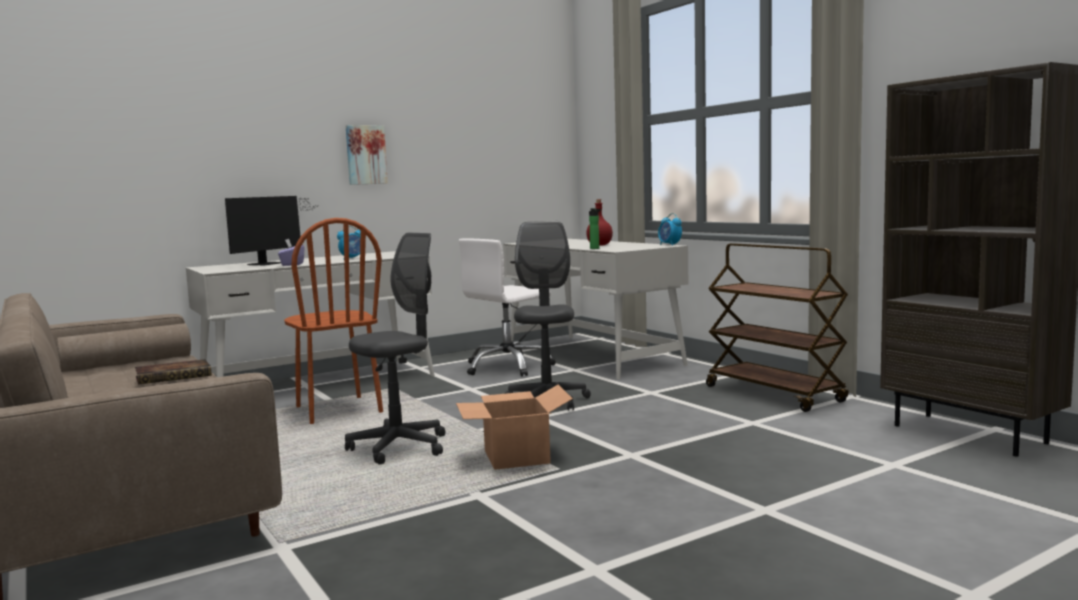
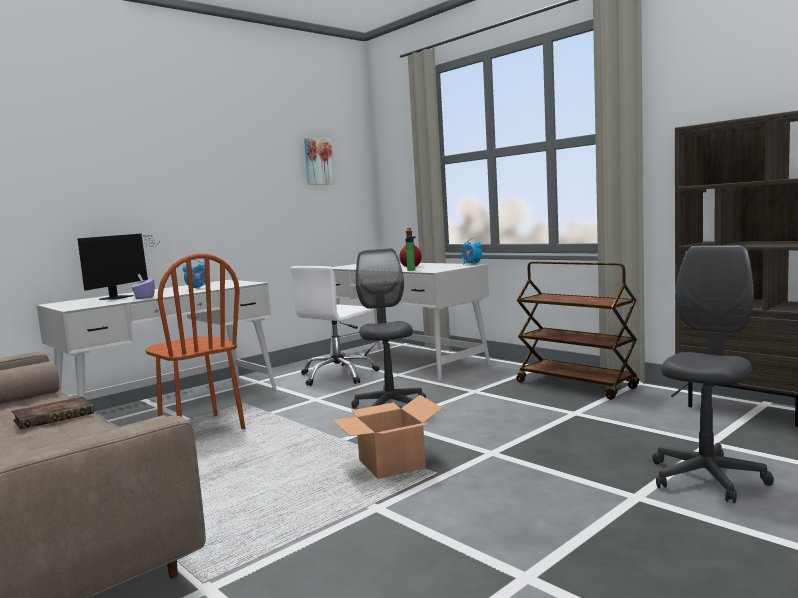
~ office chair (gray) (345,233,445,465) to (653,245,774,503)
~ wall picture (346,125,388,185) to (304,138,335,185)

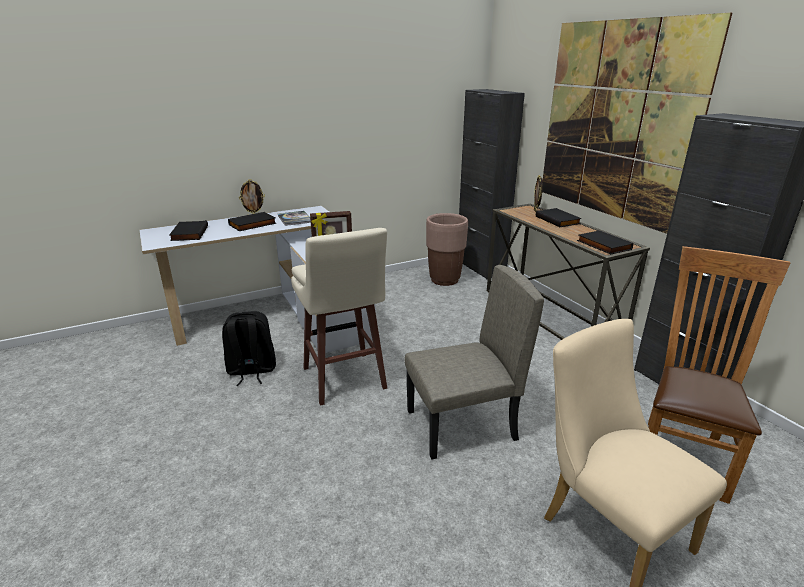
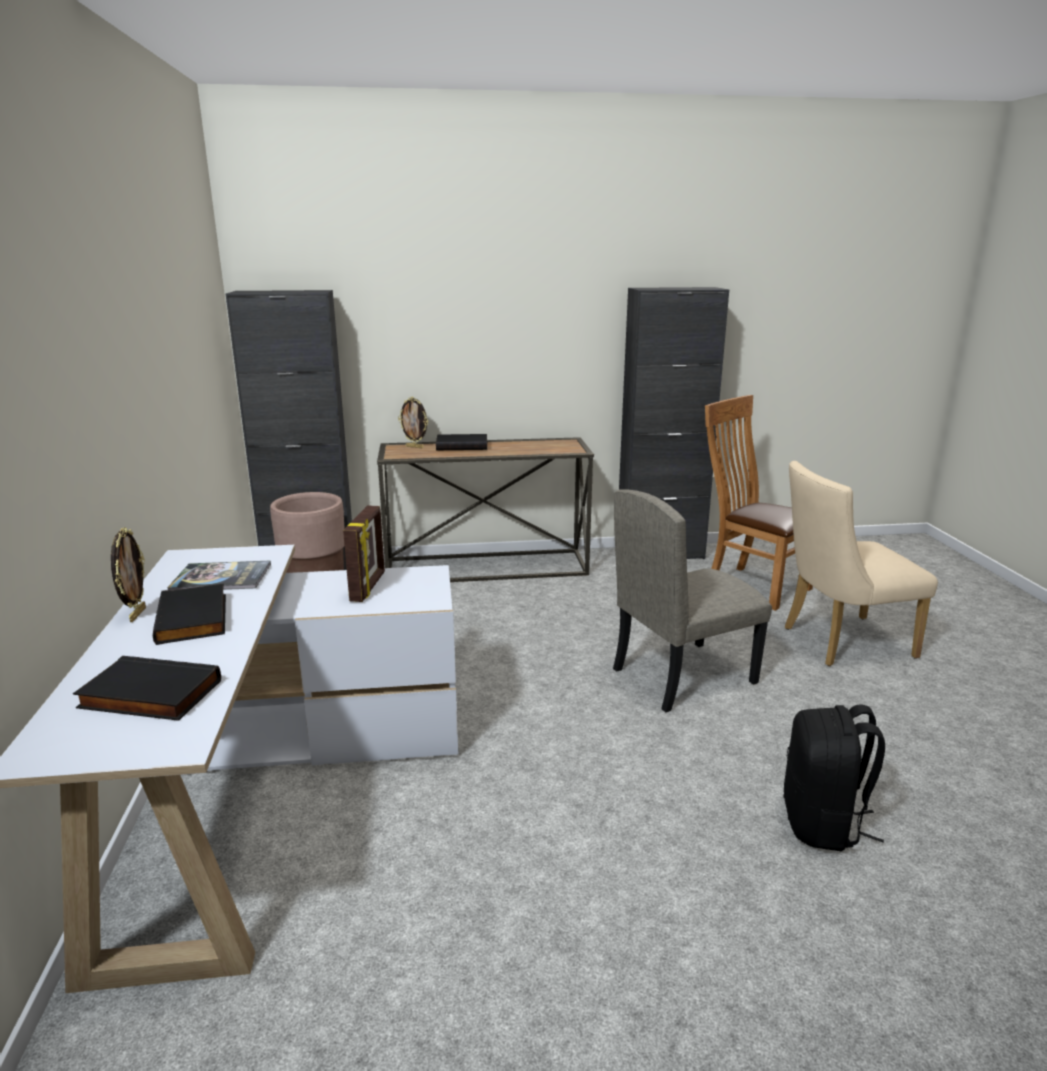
~ rucksack (black-coloured) (222,311,276,386) to (783,705,885,851)
- stool (beige-coloured) (291,228,387,406)
~ chair (beige-coloured) (405,265,544,459) = (613,489,772,712) 120 degrees counterclockwise
- wall picture (542,13,732,234)
- volume (black-coloured) (577,230,633,254)

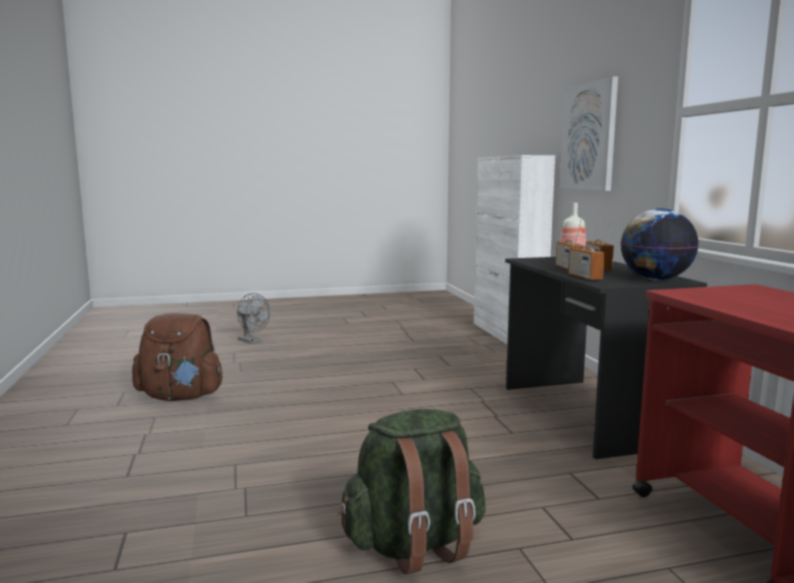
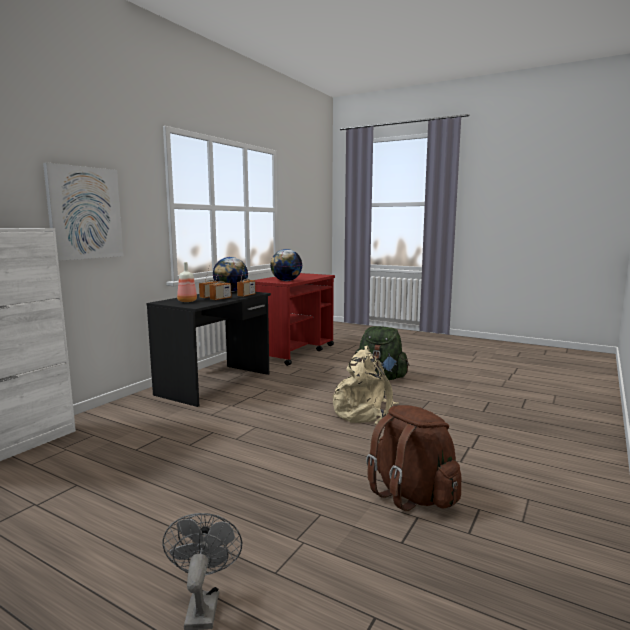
+ desk globe (270,249,302,281)
+ rucksack (beige-coloured) (332,346,398,425)

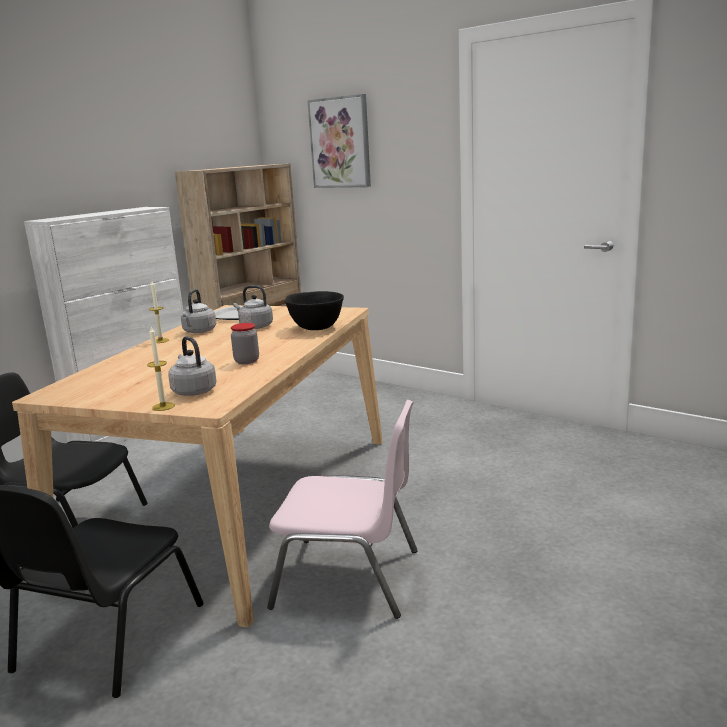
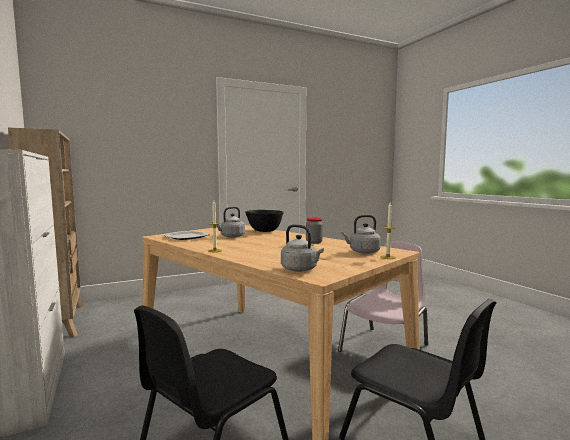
~ kettle (gray) (181,289,216,333) to (281,224,324,272)
- wall picture (308,94,371,188)

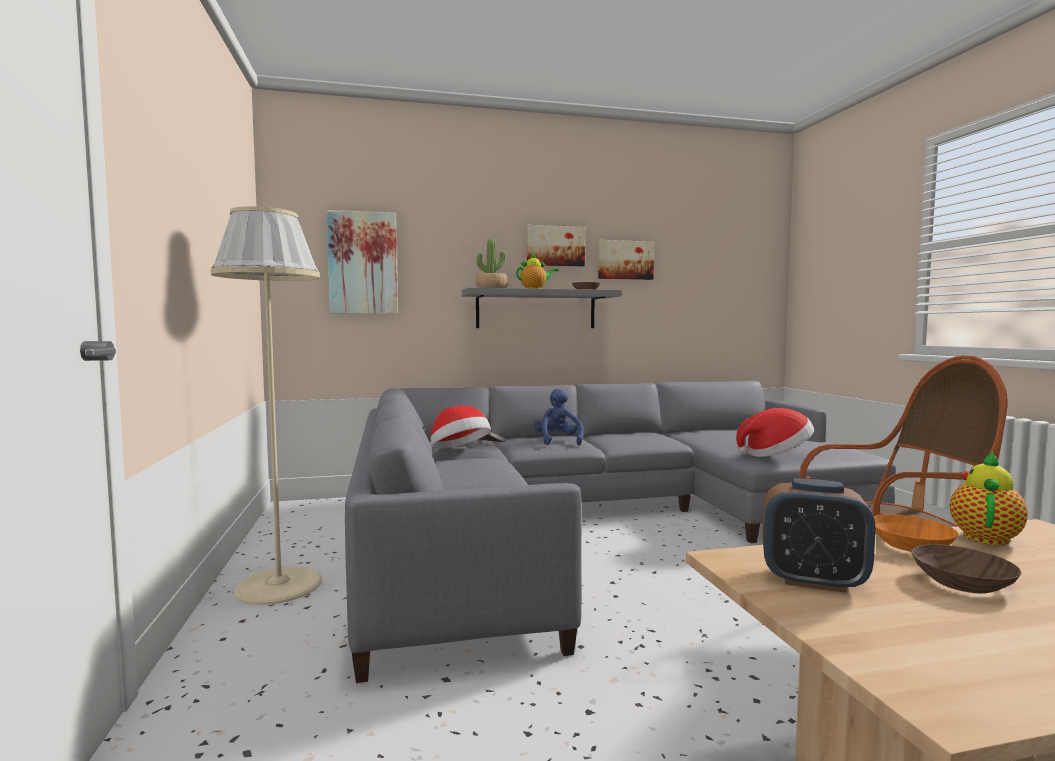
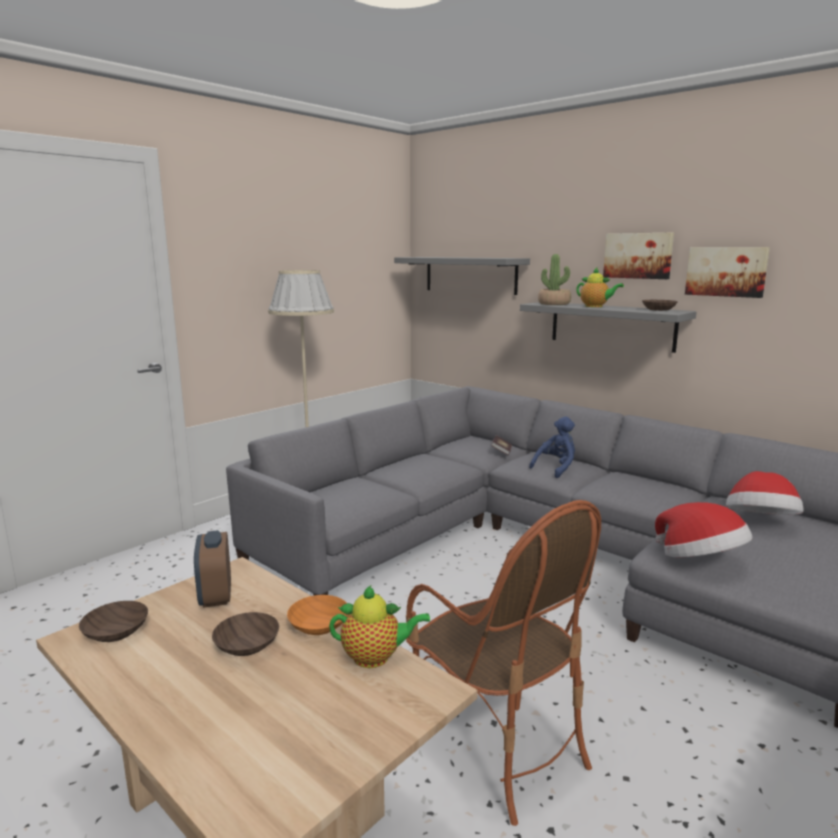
~ wall picture (327,210,398,314) to bracket shelf (gray) (394,257,530,295)
~ wearable hat (430,406,491,449) to (726,471,803,515)
+ bowl (brown) (79,601,148,642)

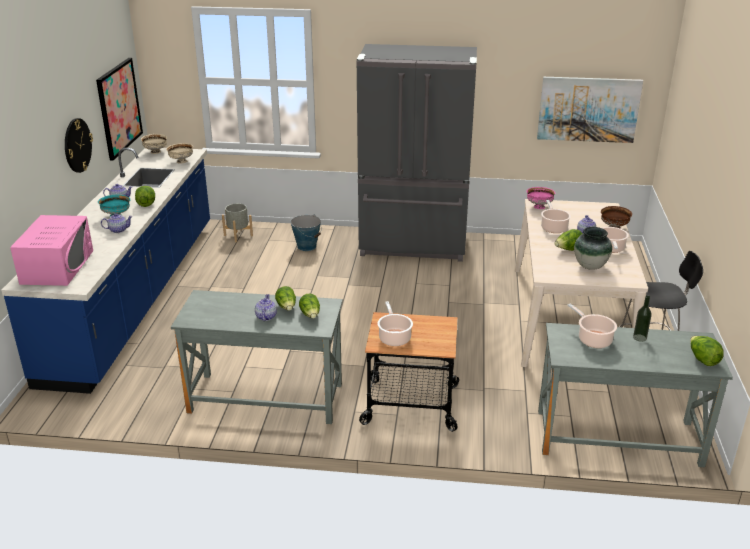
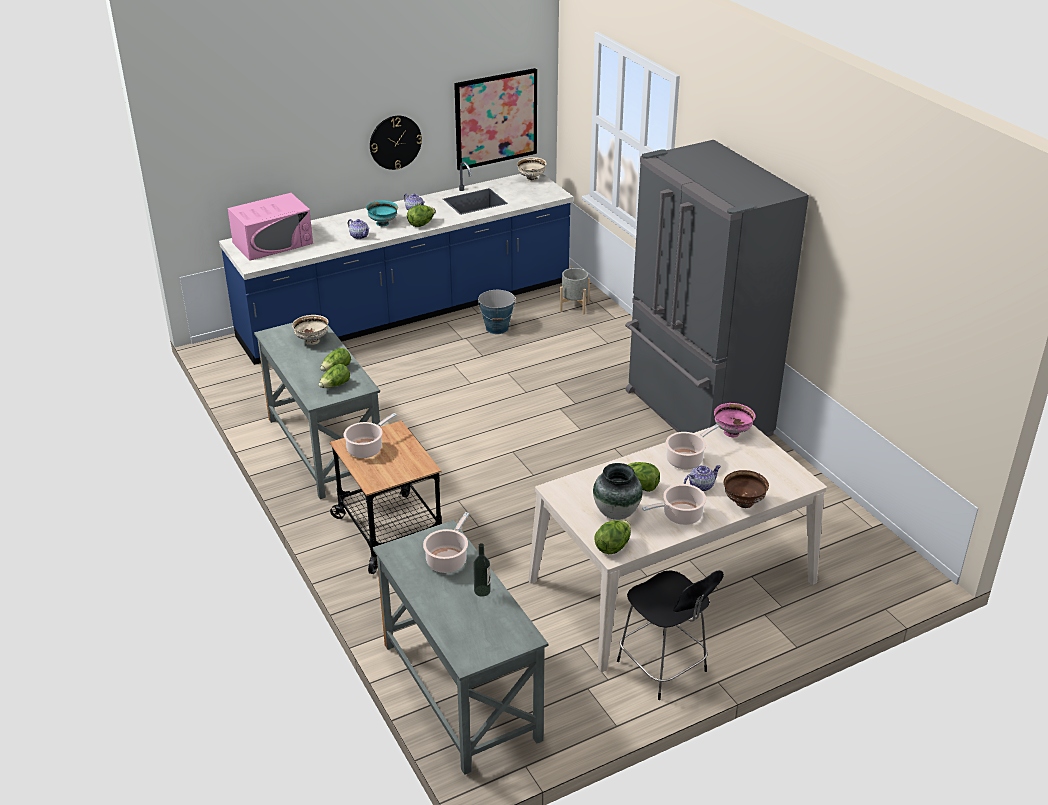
~ bowl (beige-coloured) (166,143,193,164) to (292,315,328,345)
- pot for tea (255,294,277,321)
~ water bucket (290,215,322,251) to (478,290,516,334)
- wall picture (537,77,643,143)
~ lettuce (690,336,724,366) to (595,520,631,554)

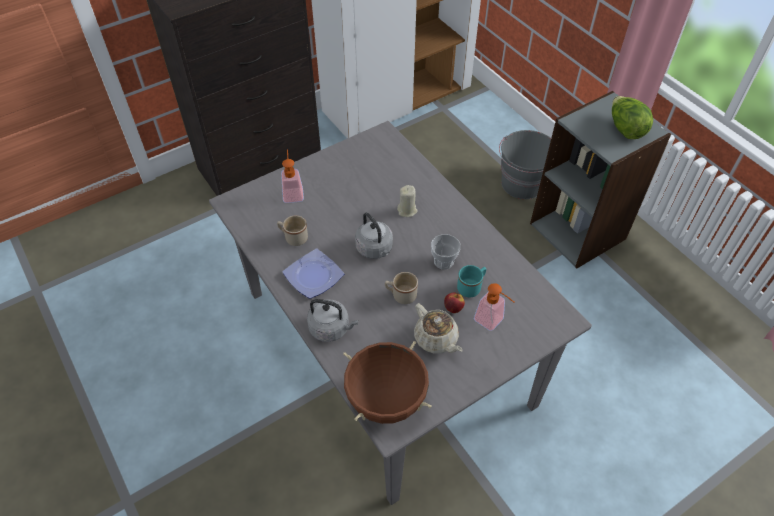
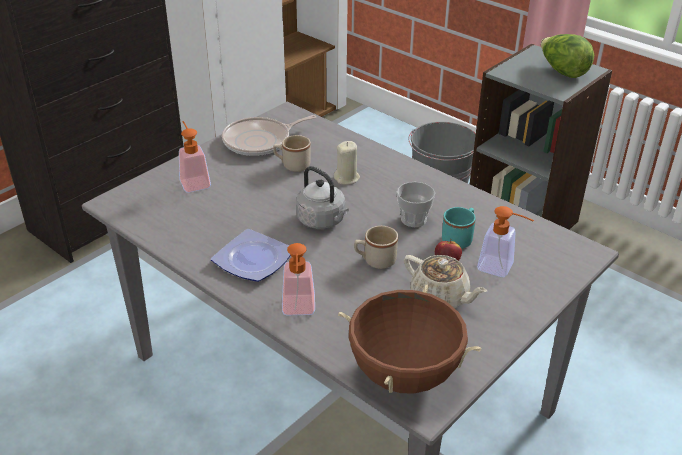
~ tea mug (beige-coloured) (277,216,308,246) to (273,135,310,172)
~ kettle (gray) (307,299,358,342) to liquid soap bottle (282,243,315,315)
+ skillet (222,115,316,156)

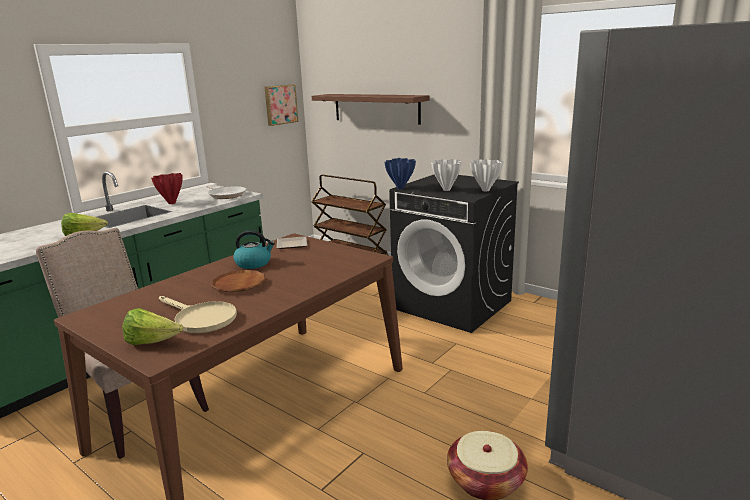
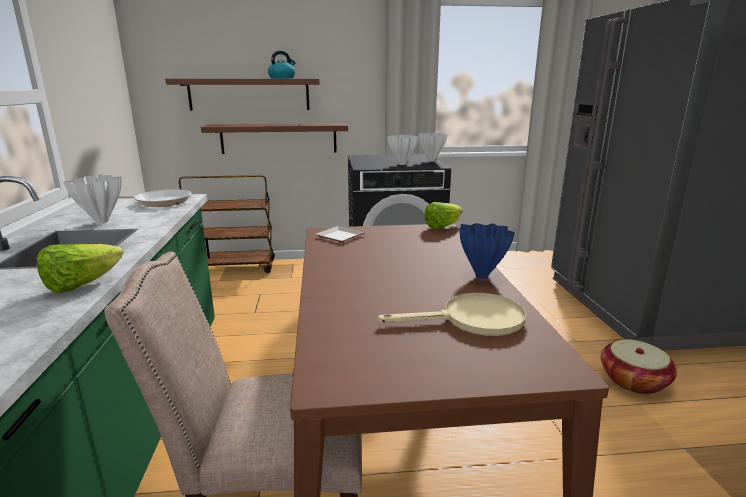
~ lettuce (122,308,183,345) to (424,202,463,229)
~ vase (reddish) (151,173,182,204) to vase (white) (64,174,122,223)
- dinner plate (brown) (212,270,265,292)
~ kettle (233,230,275,269) to (268,51,296,79)
- wall picture (265,84,298,126)
~ vase (blue) (384,158,416,189) to (459,223,515,279)
+ bracket shelf (brown) (201,123,348,154)

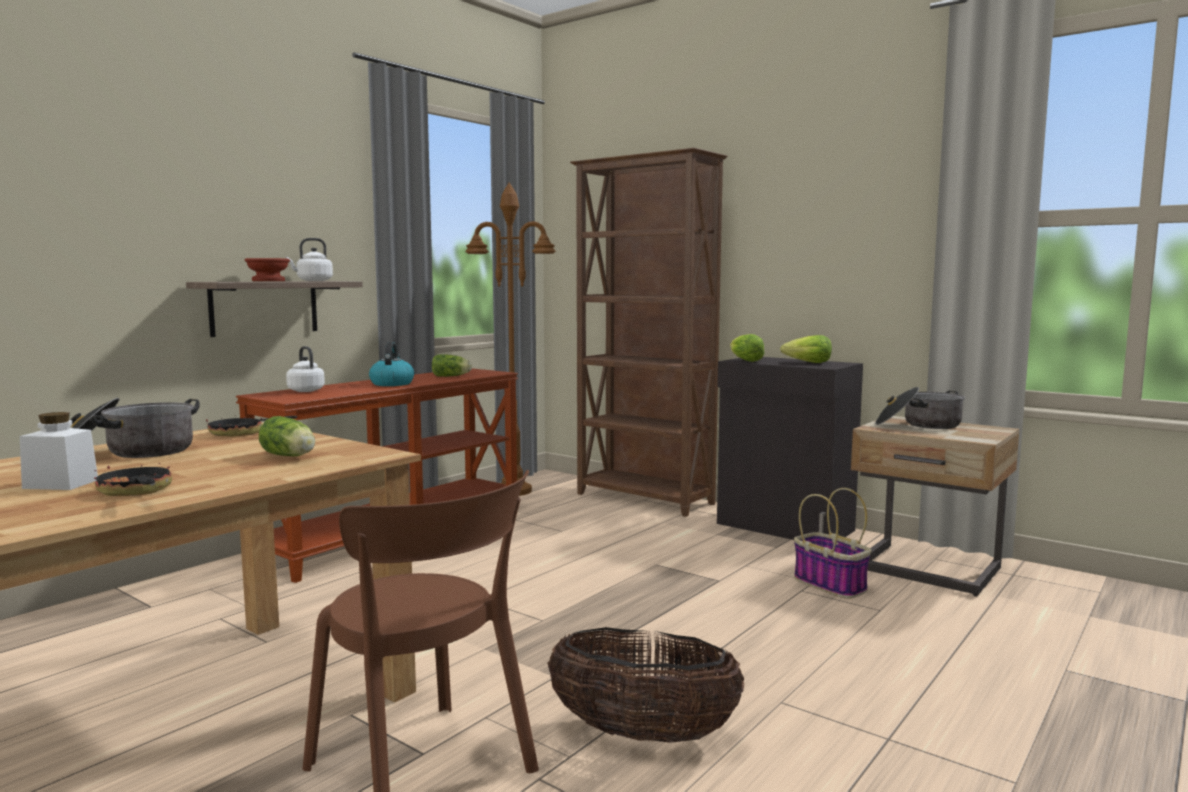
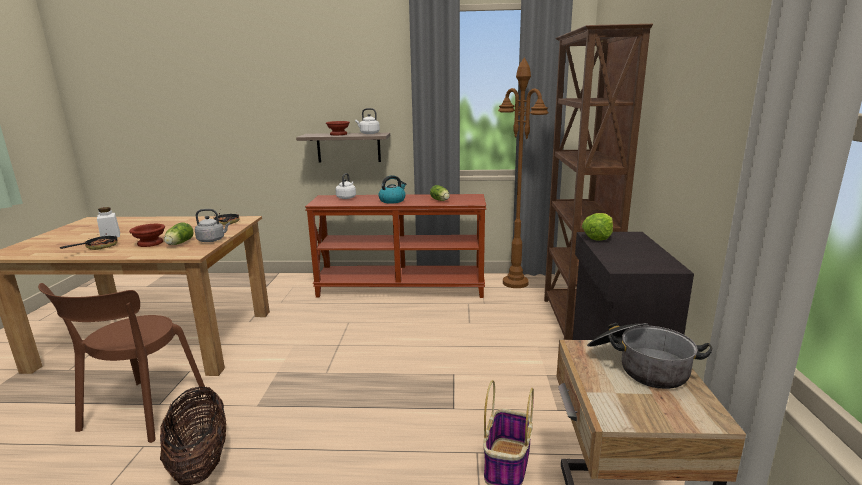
- saucepot (70,398,200,458)
- lettuce (780,335,832,363)
+ bowl (brown) (129,224,165,247)
+ kettle (gray) (195,209,230,242)

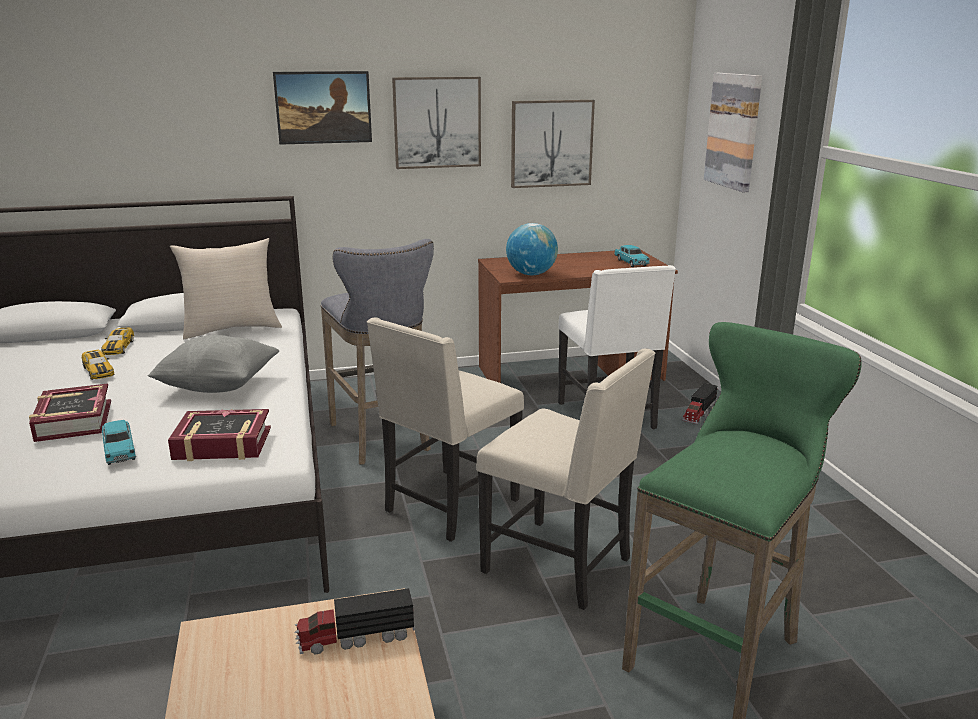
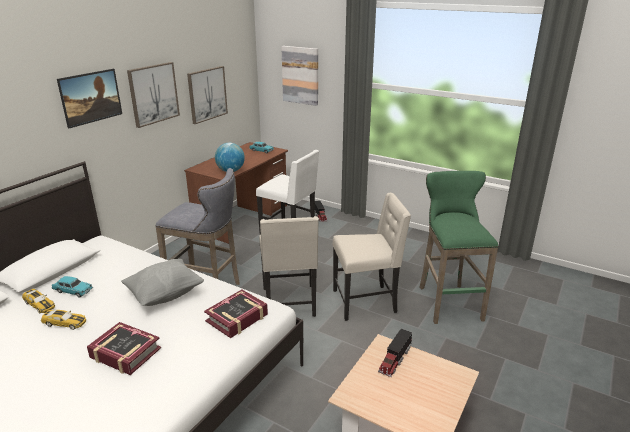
~ model car (turquoise-coloured) (102,420,136,465) to (52,276,93,297)
- throw pillow (beige-coloured) (170,238,282,339)

